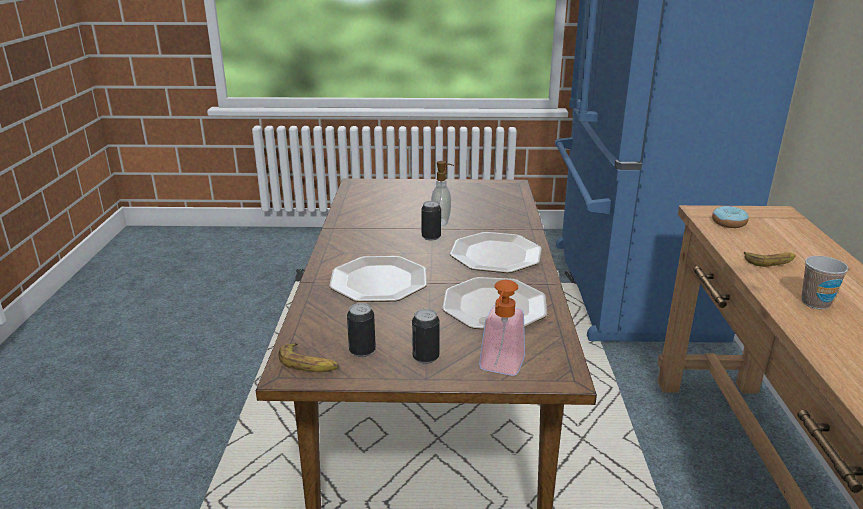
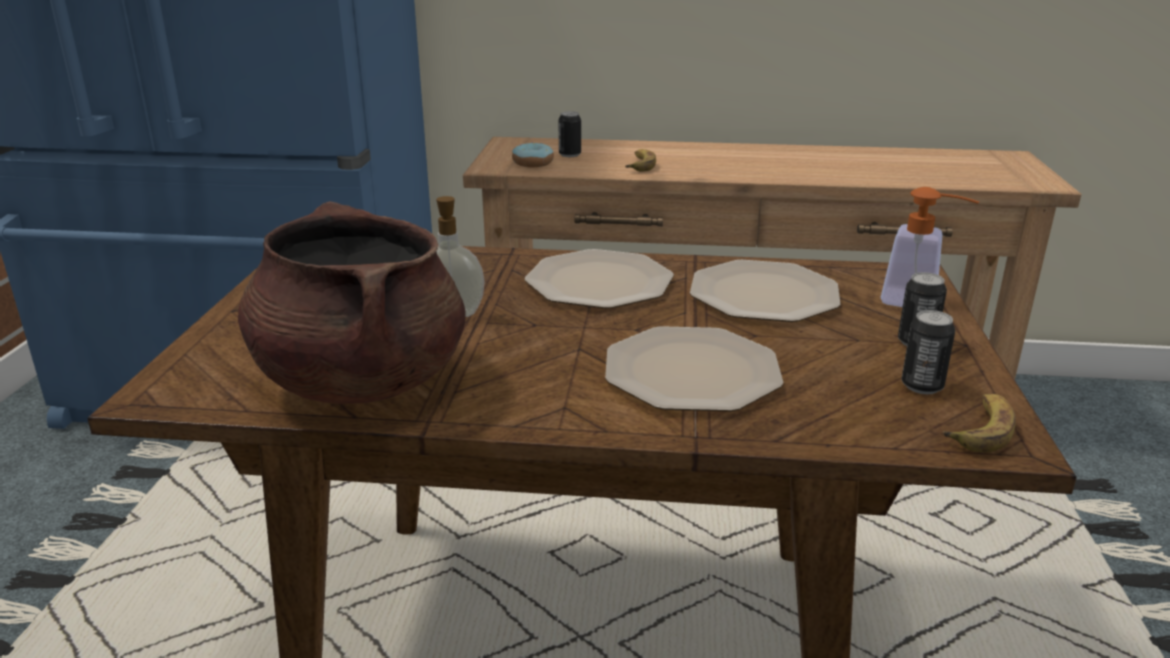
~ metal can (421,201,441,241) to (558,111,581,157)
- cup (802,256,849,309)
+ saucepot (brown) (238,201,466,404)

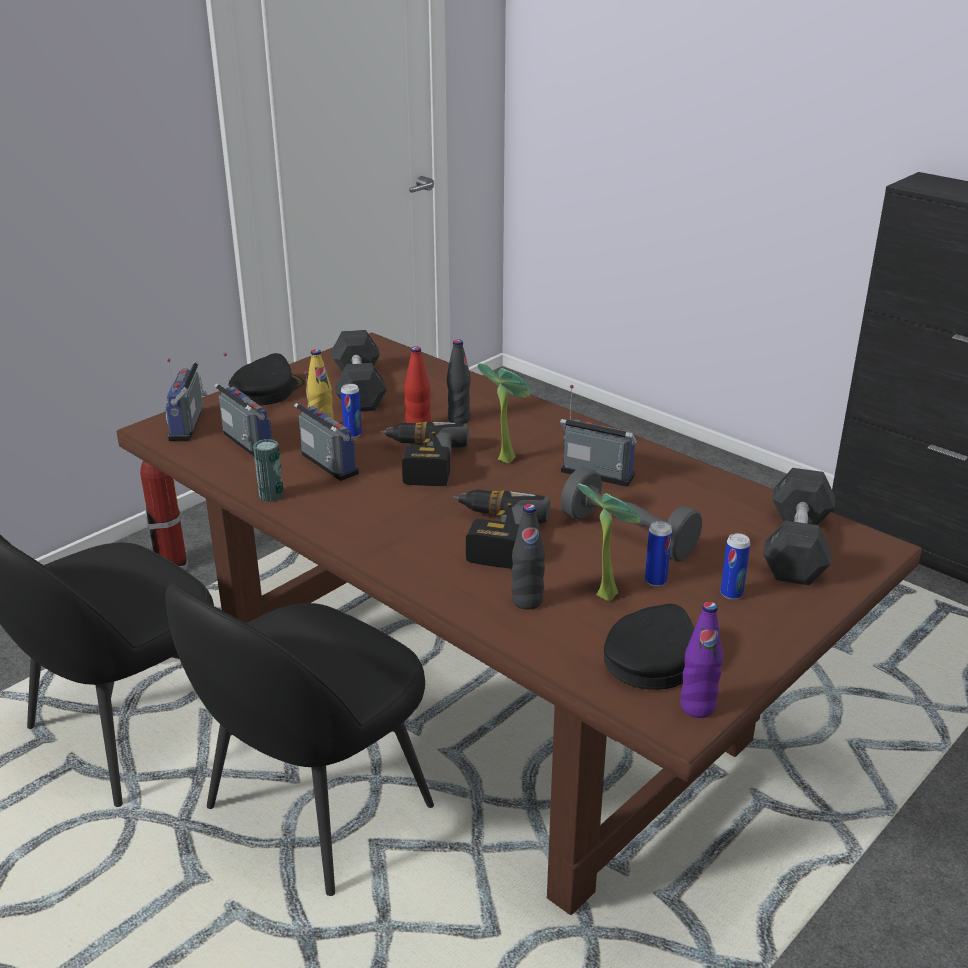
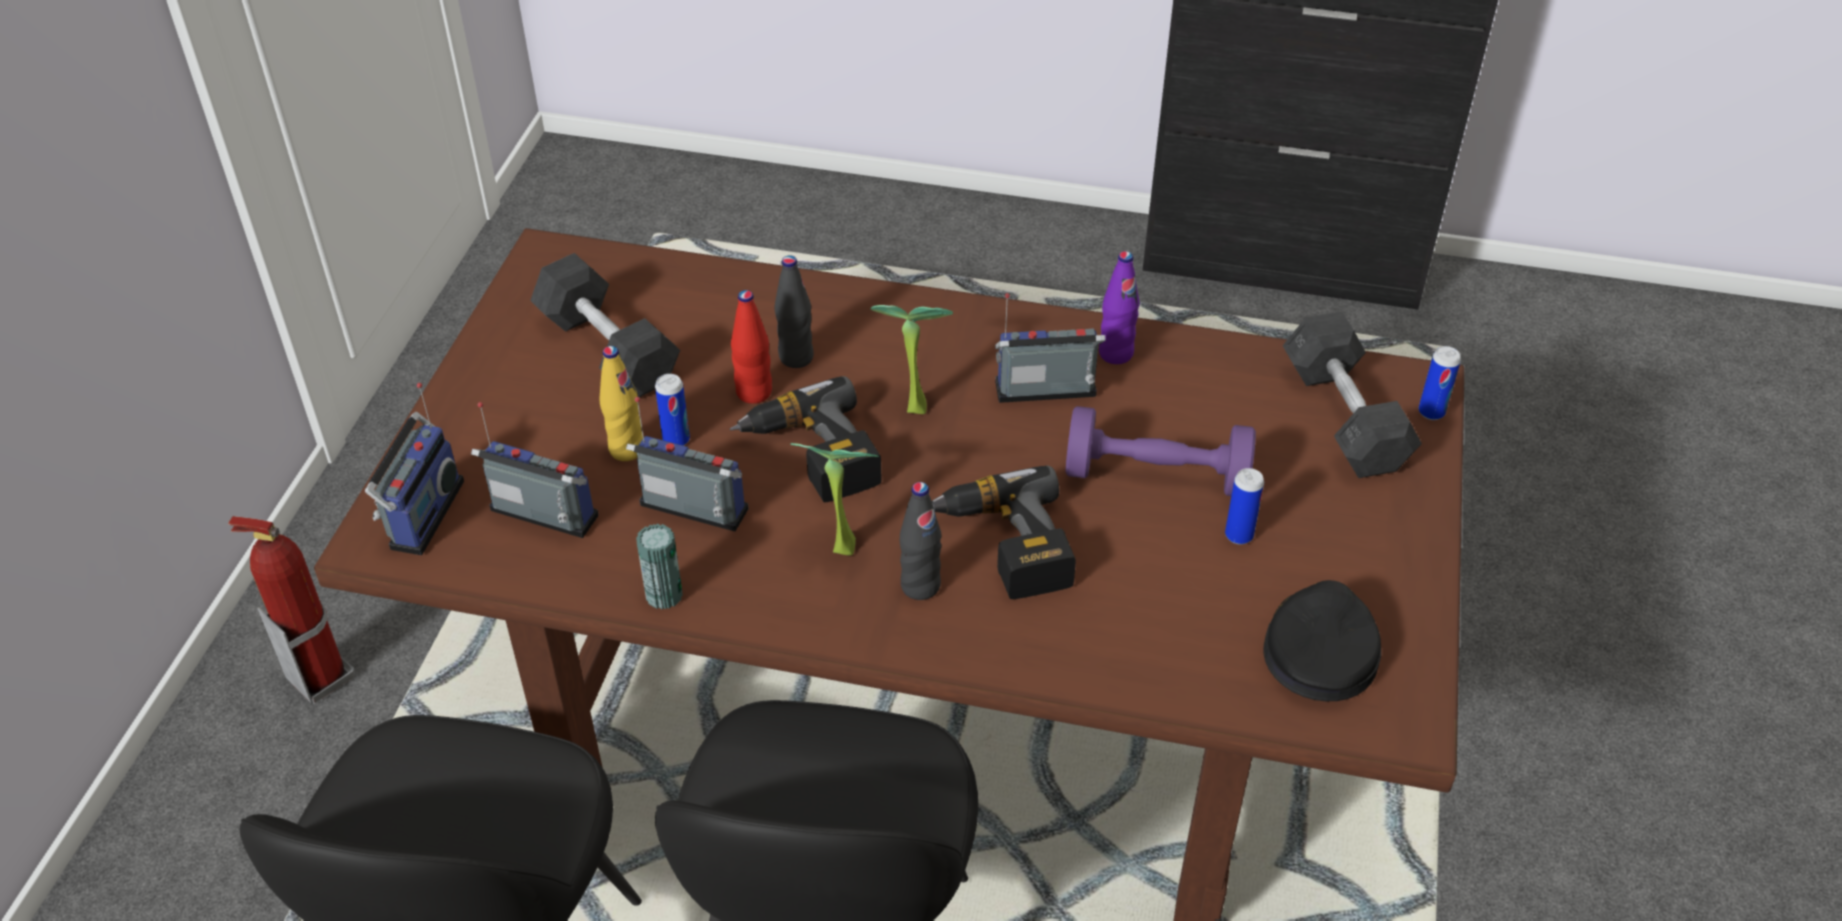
~ radio (165,358,208,441) = (365,383,464,555) 135 degrees counterclockwise
- cap (black-coloured) (228,353,304,405)
~ drink bottle (black-coloured) (511,504,545,610) to (900,482,942,600)
~ free weight (gray) (561,467,702,561) to free weight (purple-coloured) (1066,406,1256,496)
~ houseplant (577,483,640,601) to (790,443,879,556)
~ drink bottle (purple-coloured) (680,602,723,718) to (1099,251,1140,364)
~ metal can (720,533,750,600) to (1419,346,1461,420)

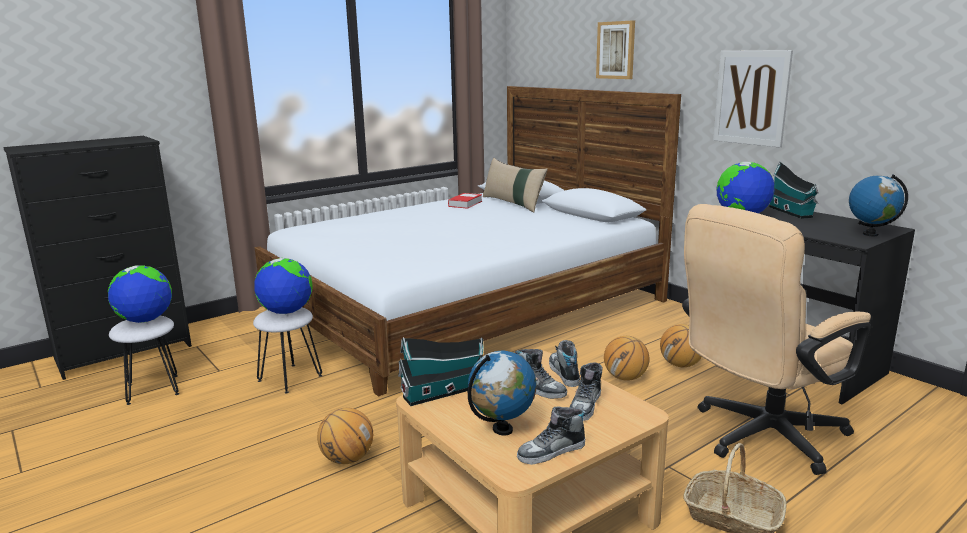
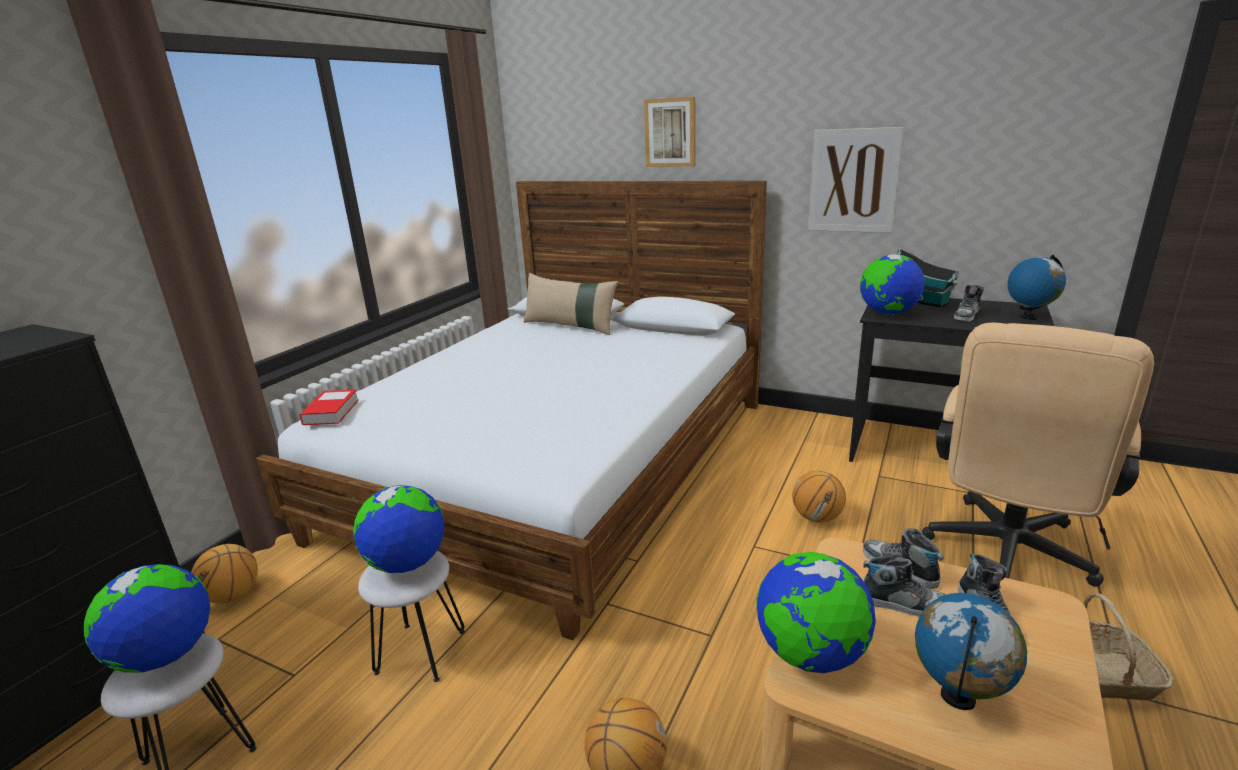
~ miniature house (398,337,484,406) to desk globe (756,552,876,673)
~ volume (448,193,482,209) to (300,389,359,425)
~ shoe (517,407,588,465) to (954,284,984,321)
~ basketball (660,324,702,367) to (191,544,258,603)

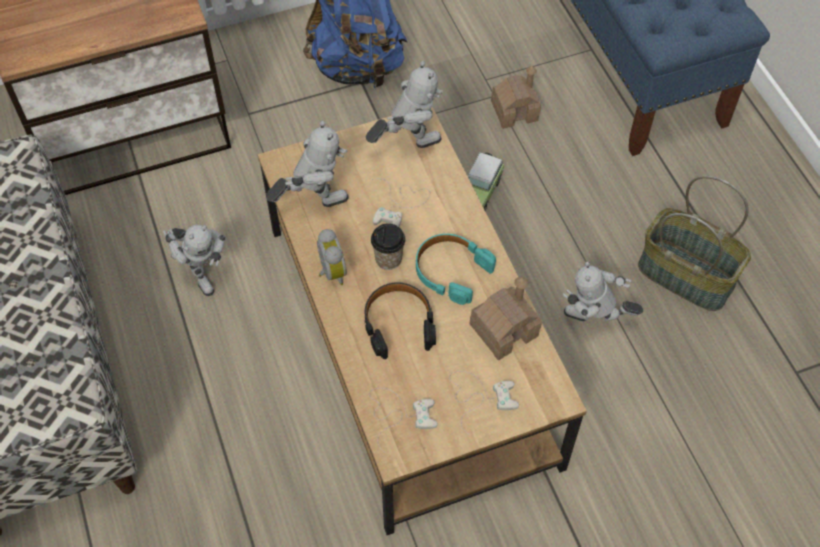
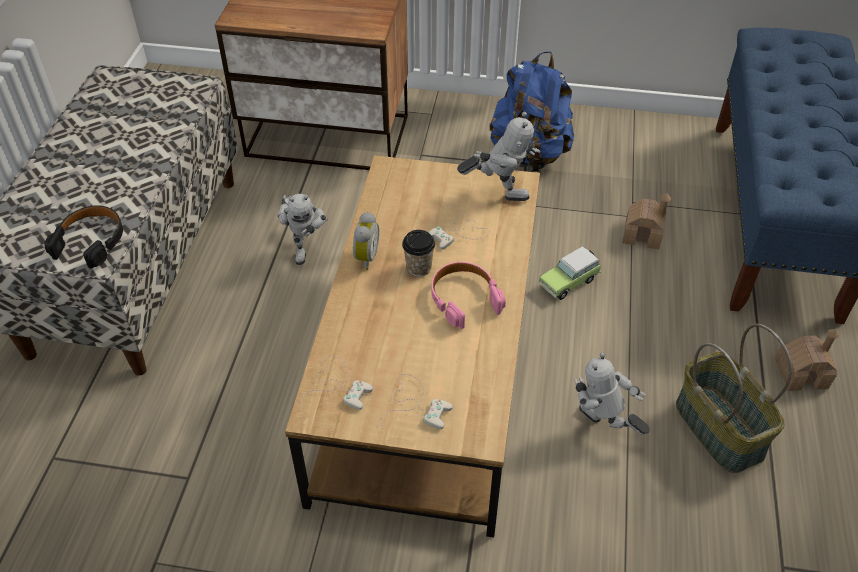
- model robot (266,121,349,207)
~ headset (black-coloured) (365,282,436,359) to (45,205,123,269)
~ headset (turquoise-coloured) (416,234,496,305) to headset (pink-coloured) (431,262,506,329)
~ miniature house (470,277,542,360) to (775,329,839,391)

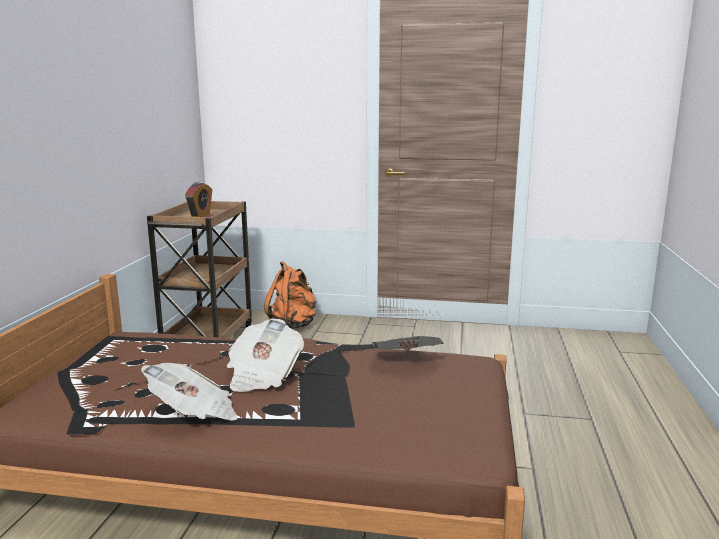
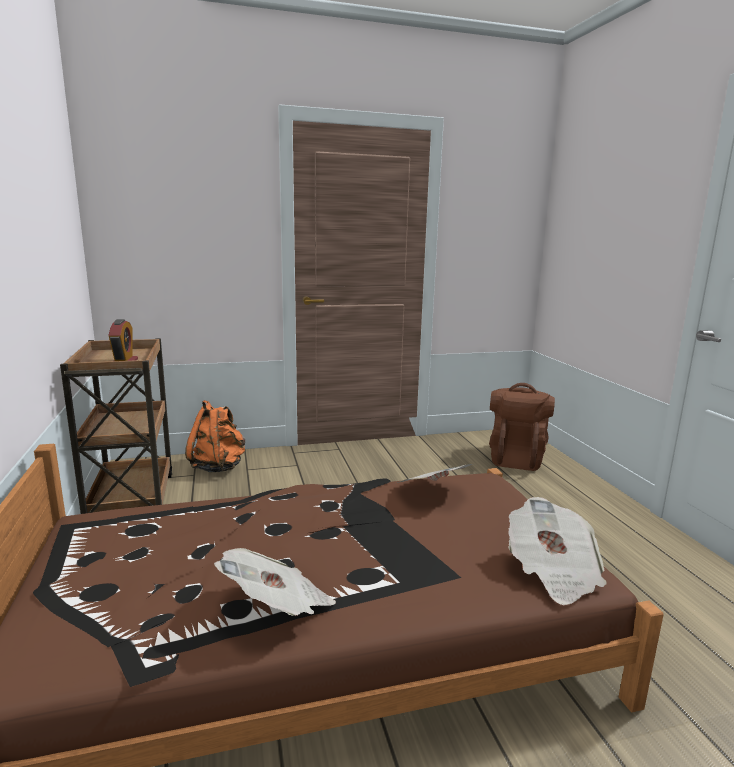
~ printed paper (227,319,304,392) to (508,497,607,605)
+ rucksack (brown) (489,383,555,471)

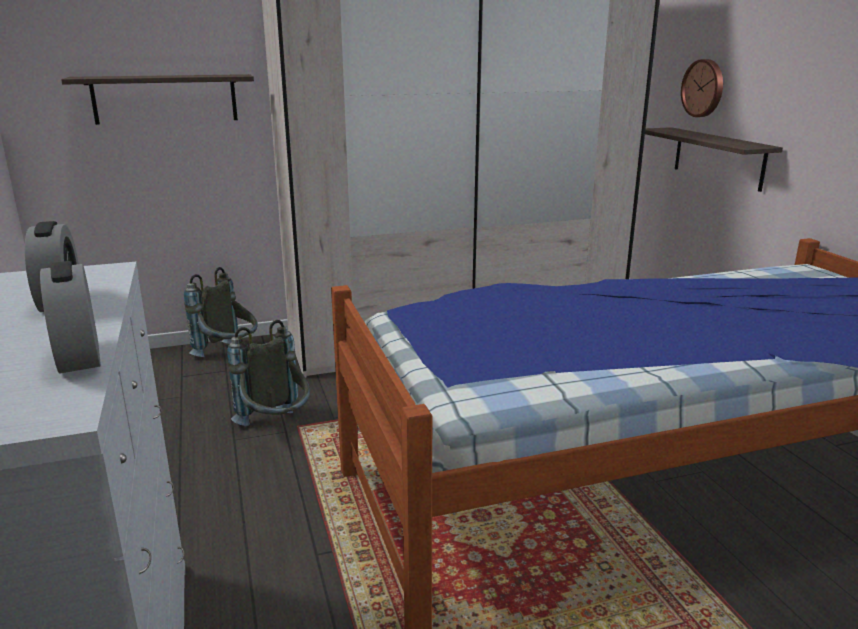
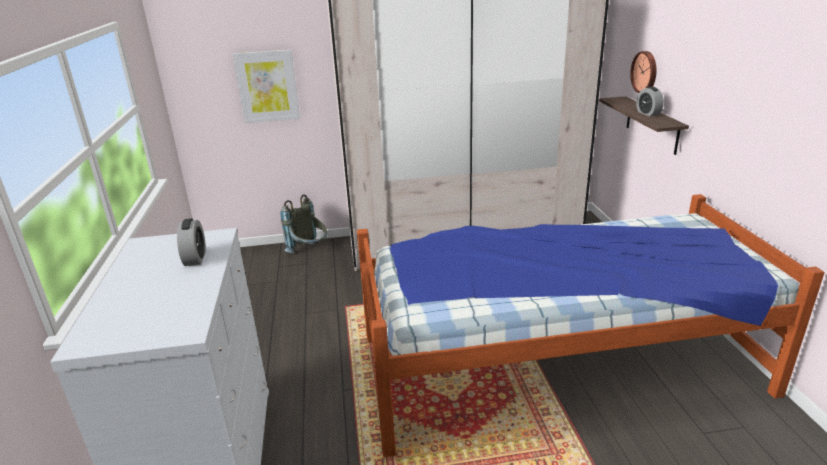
~ alarm clock (40,261,101,374) to (636,86,664,116)
~ bracket shelf (61,74,254,125) to wall picture (233,50,300,123)
- rucksack (gray) (227,320,310,426)

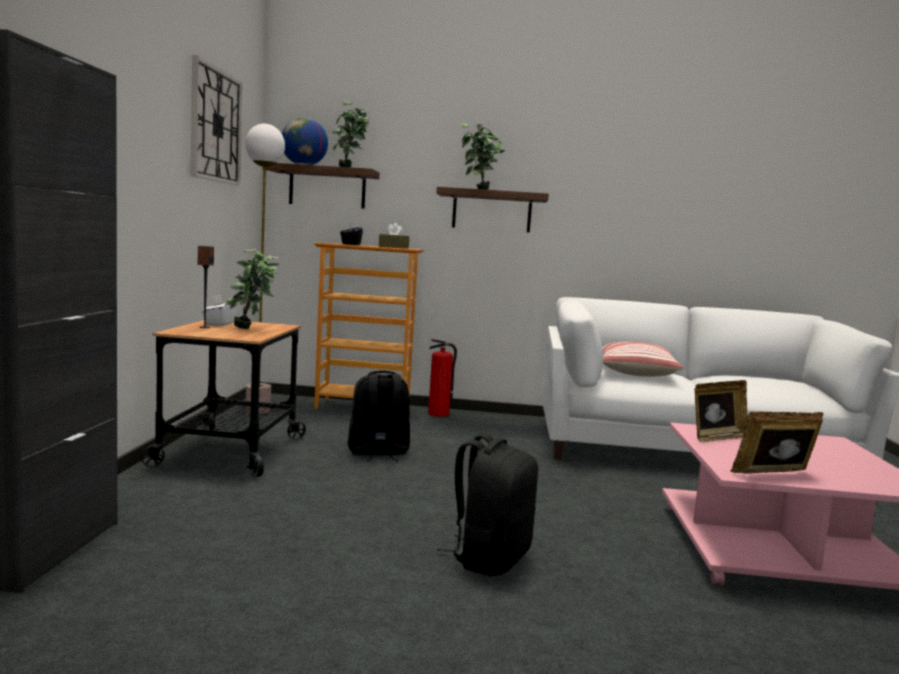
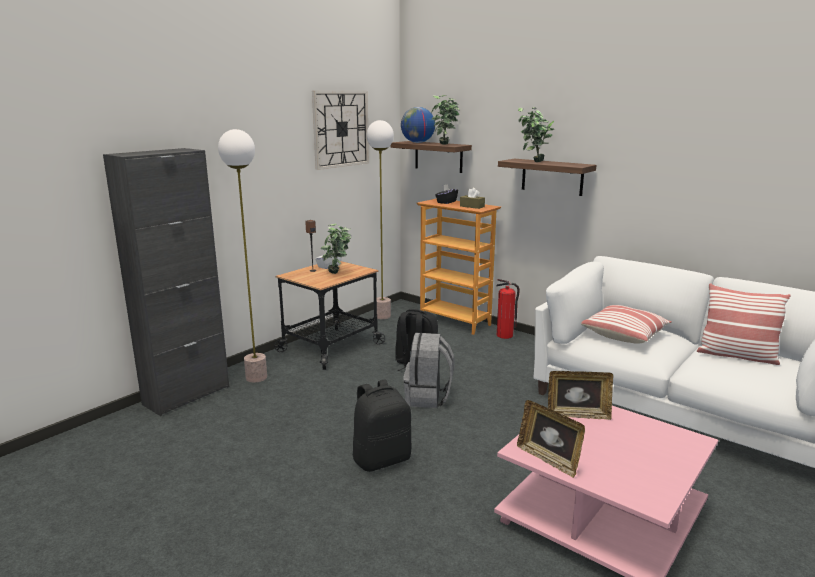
~ picture frame (730,411,824,474) = (517,400,585,478) 150 degrees counterclockwise
+ standing lamp (218,129,267,383)
+ rucksack (gray) (403,333,455,408)
+ throw pillow (697,283,791,365)

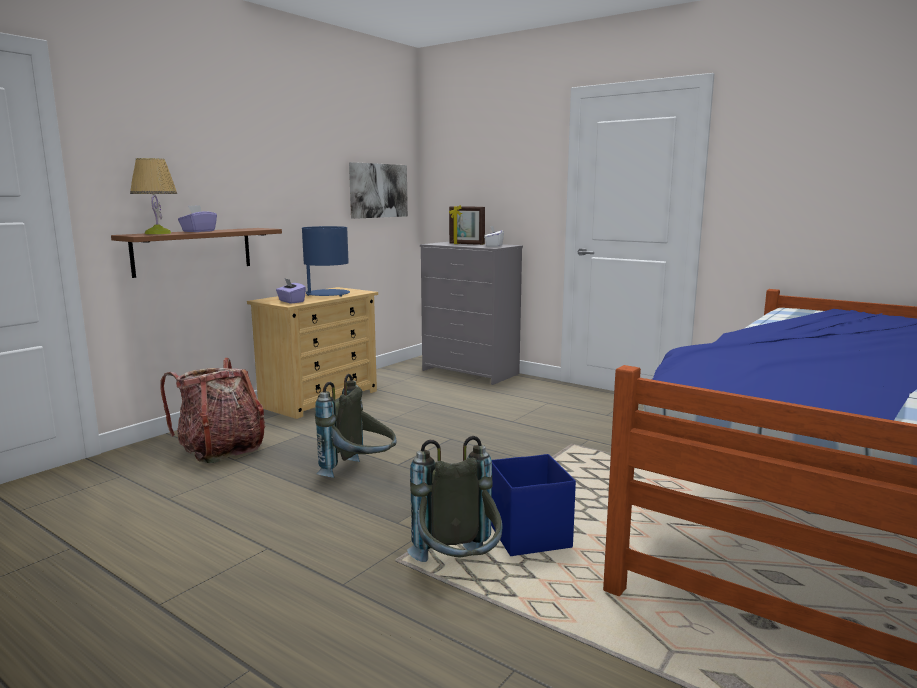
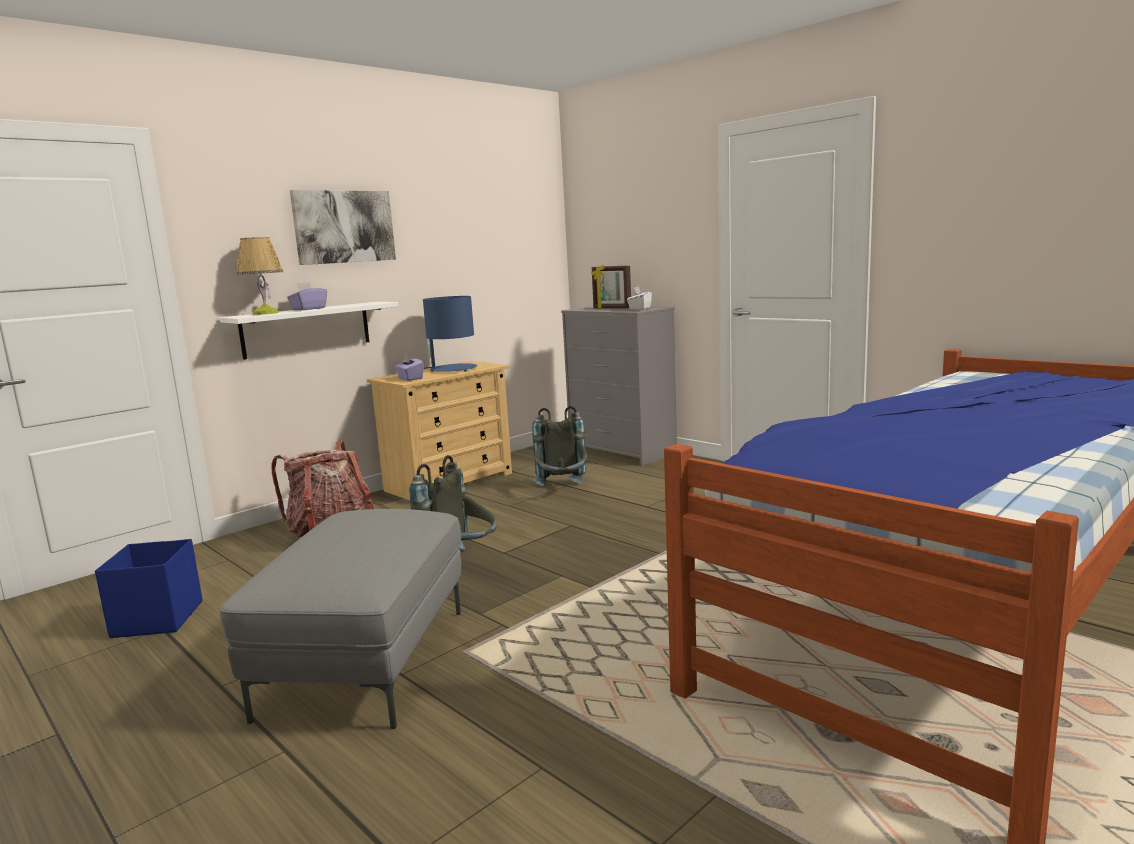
~ bracket shelf (brown) (111,228,282,278) to bracket shelf (white) (220,302,398,360)
~ wall picture (349,162,408,219) to (290,190,396,265)
~ rucksack (gray) (407,436,502,562) to (532,406,587,486)
~ storage container (blue) (491,454,576,556) to (95,539,203,638)
+ pouffe (gray) (219,509,461,729)

